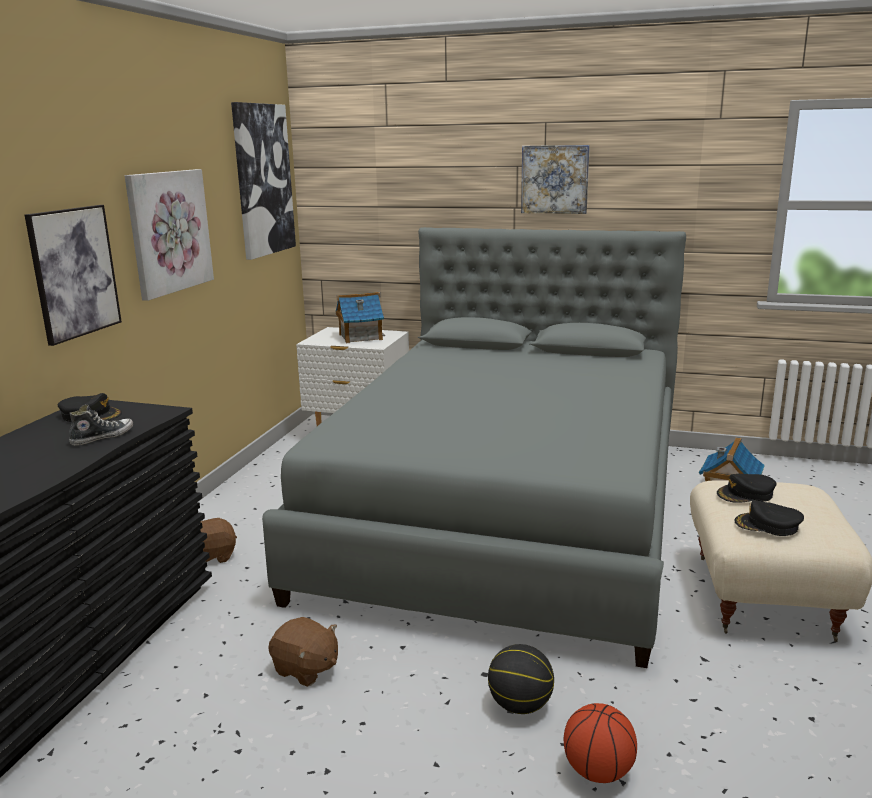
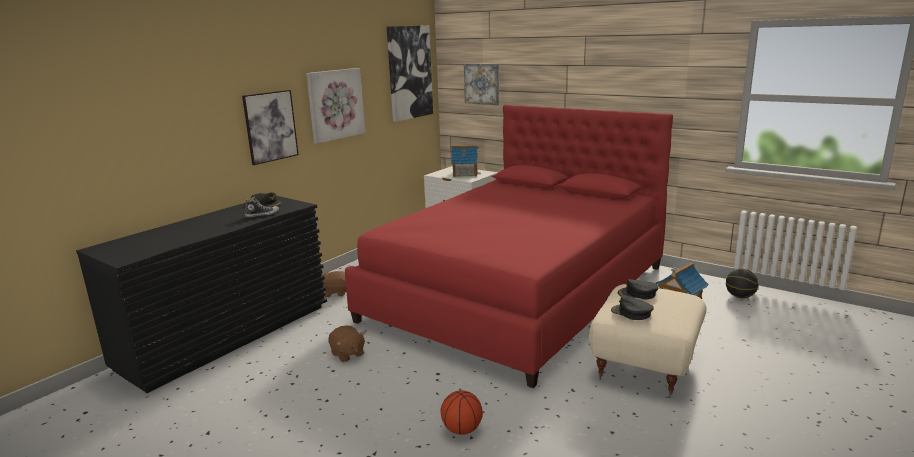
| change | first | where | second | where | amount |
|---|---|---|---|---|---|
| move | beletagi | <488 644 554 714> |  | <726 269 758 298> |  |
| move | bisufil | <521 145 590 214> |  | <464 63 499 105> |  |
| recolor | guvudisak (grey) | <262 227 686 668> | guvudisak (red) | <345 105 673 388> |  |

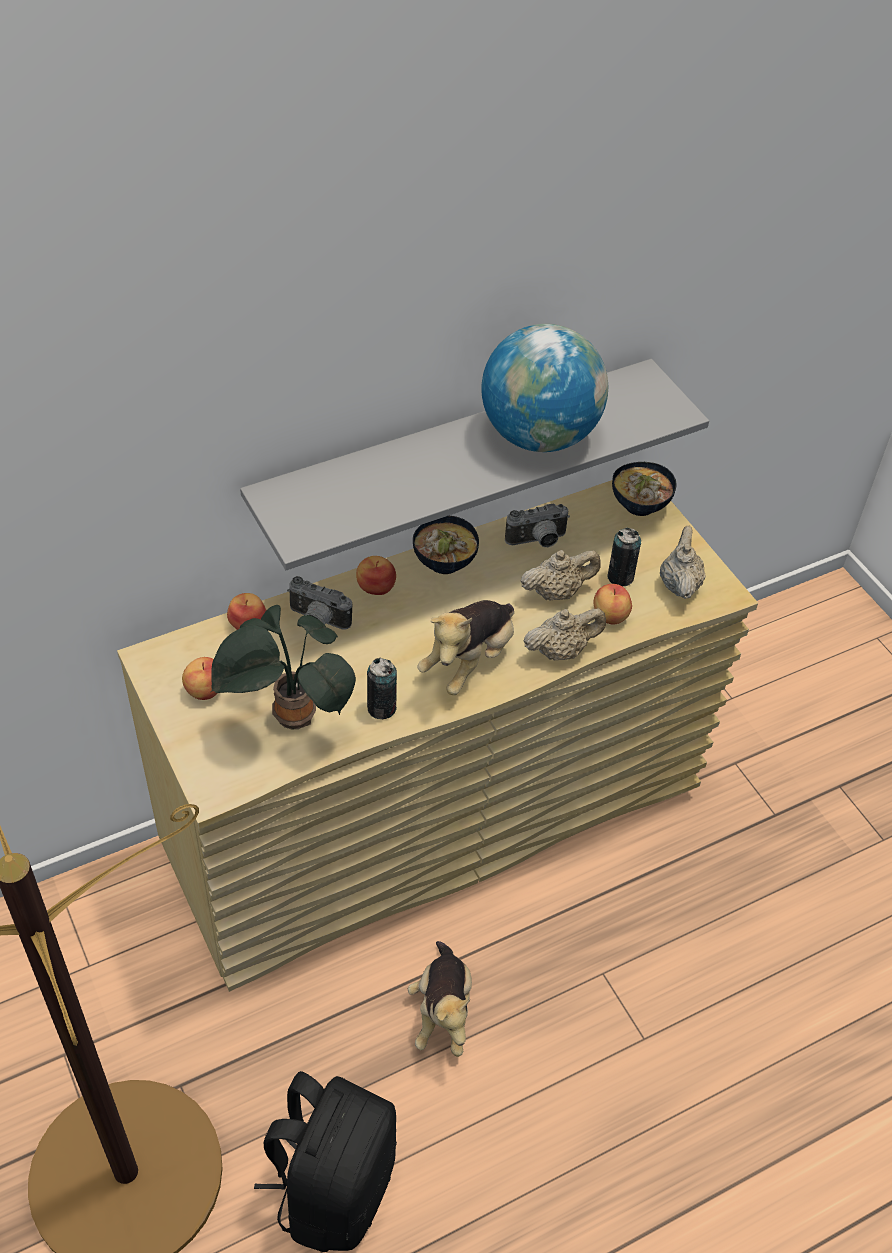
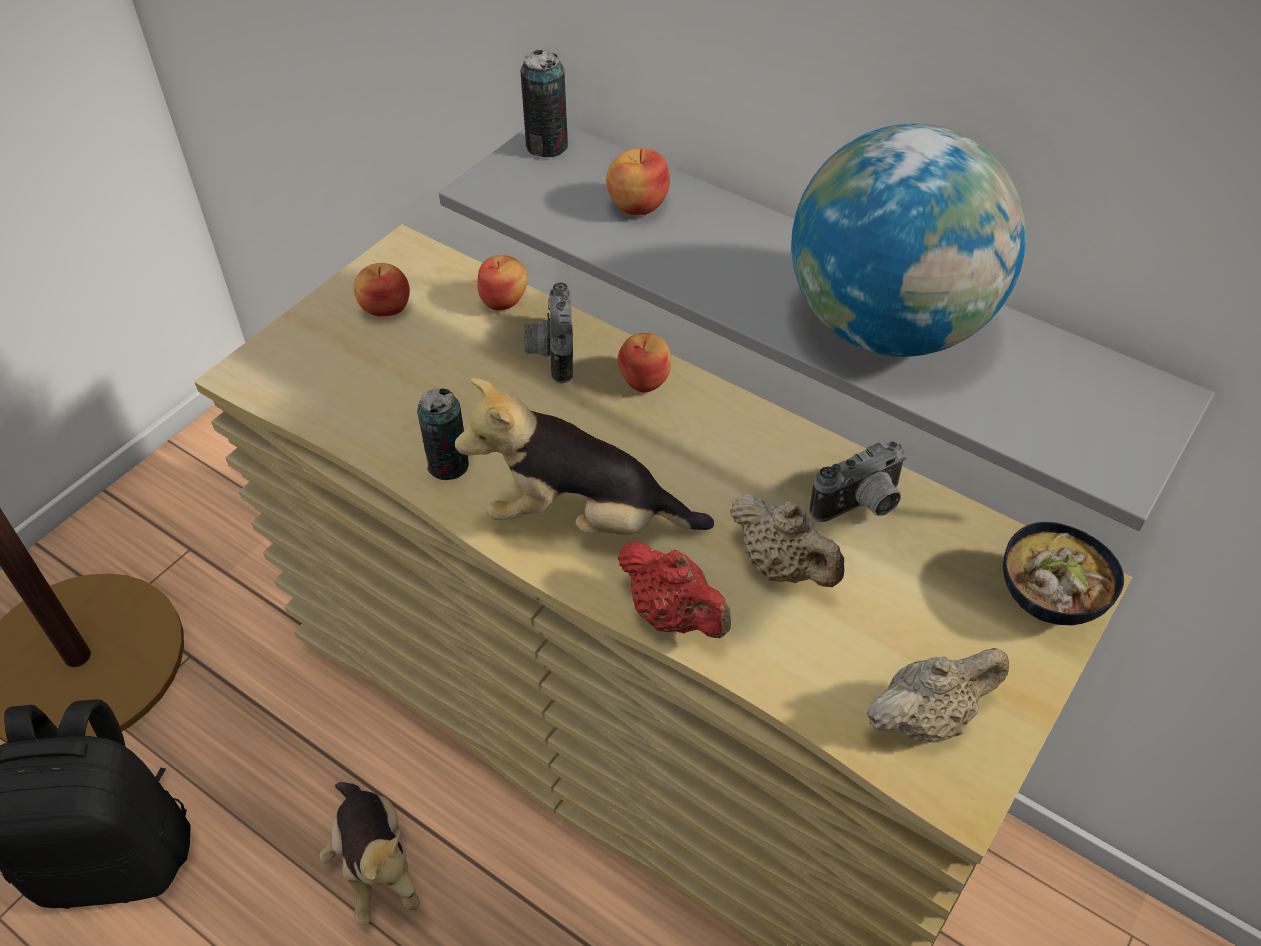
| change | first | where | second | where | amount |
|---|---|---|---|---|---|
| delete | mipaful | <210 605 356 730> |  |  |  |
| delete | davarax | <413 516 479 574> |  |  |  |
| move | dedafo | <594 584 632 624> |  | <606 148 670 215> |  |
| move | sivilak | <608 528 641 587> |  | <521 50 568 157> |  |
| recolor | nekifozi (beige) | <524 608 606 660> | nekifozi (red) | <618 541 731 638> |  |
| rotate | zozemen | <408 941 472 1057> |  | <320 782 420 926> | 90 degrees counterclockwise |
| rotate | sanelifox | <505 503 570 547> |  | <809 441 907 522> | 75 degrees counterclockwise |

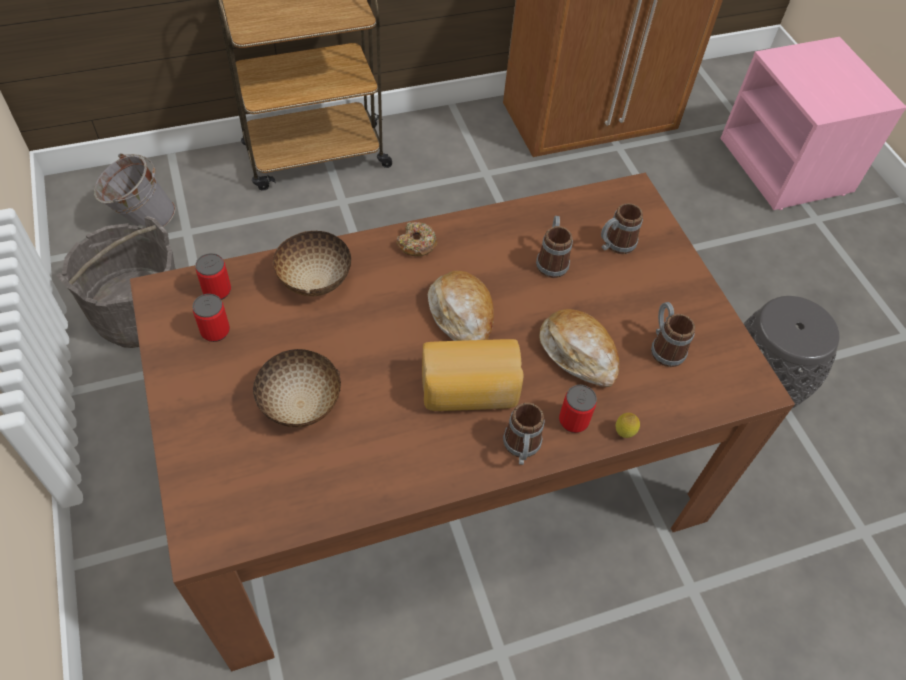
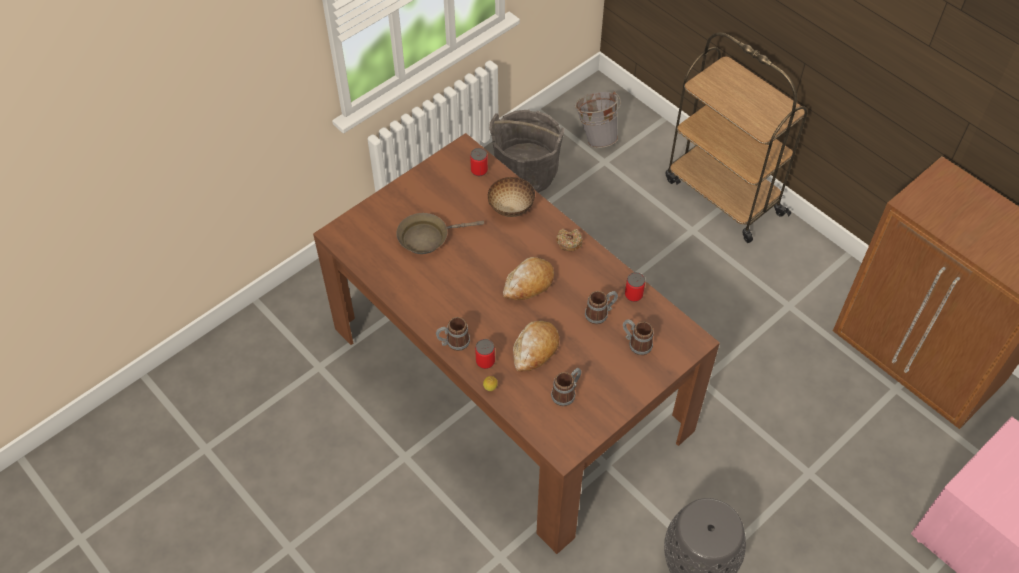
| change | first | where | second | where | amount |
|---|---|---|---|---|---|
| delete | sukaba | <422 339 523 411> |  |  |  |
| move | sivilak | <193 294 230 342> |  | <625 272 645 302> |  |
| replace | davarax | <253 349 341 427> | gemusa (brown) | <396 213 484 254> |  |

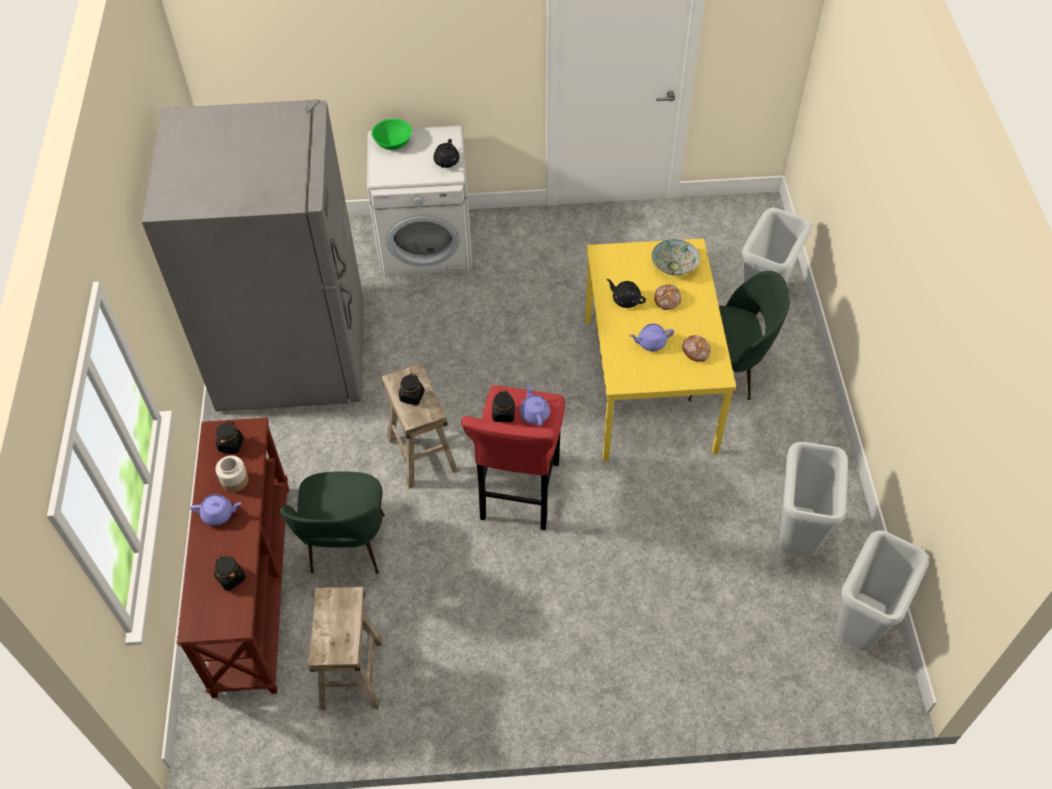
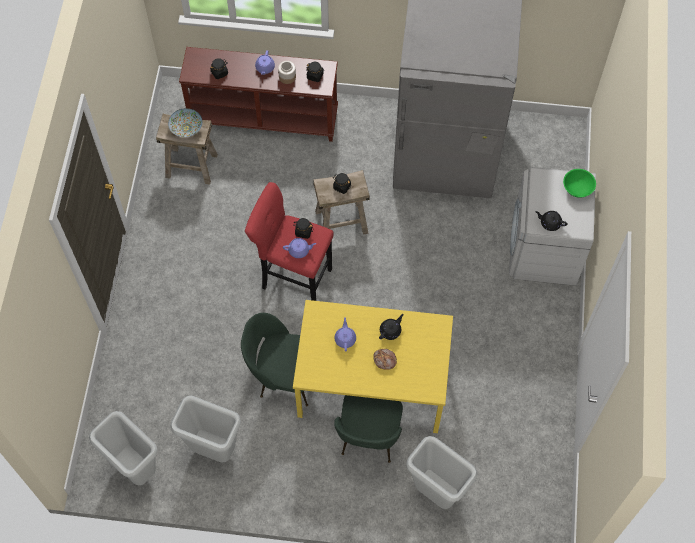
| change | first | where | second | where | amount |
|---|---|---|---|---|---|
| delete | sukaba | <682 335 711 362> |  |  |  |
| move | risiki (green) | <280 472 385 574> |  | <241 313 308 407> |  |
| move | davarax | <652 239 700 275> |  | <168 108 202 137> |  |

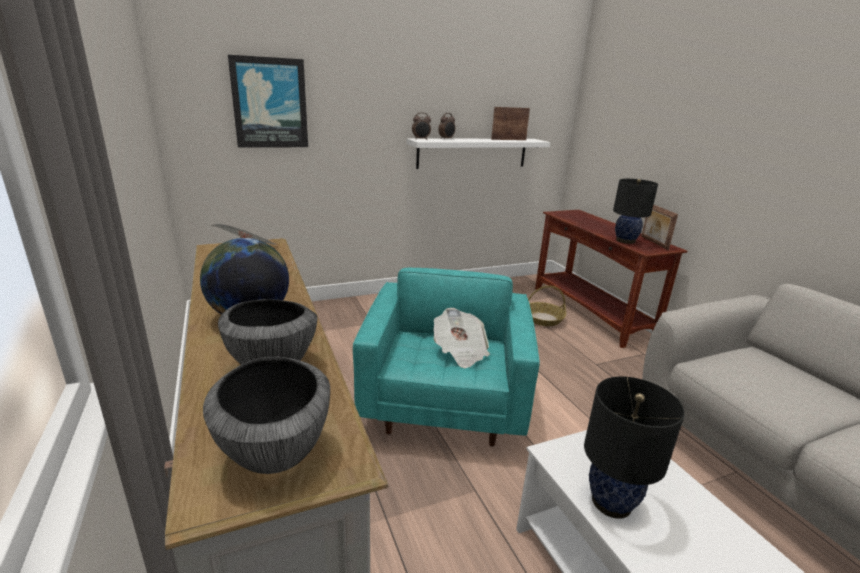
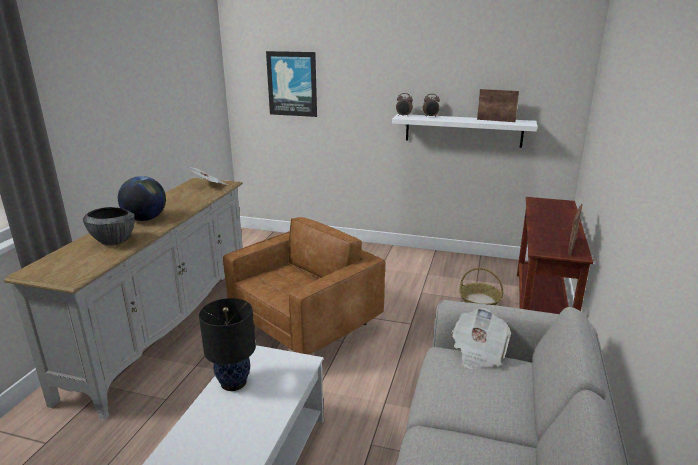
| change | first | where | second | where | amount |
|---|---|---|---|---|---|
| delete | davarax | <203 357 330 474> |  |  |  |
| delete | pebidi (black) | <613 179 658 244> |  |  |  |
| move | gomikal | <433 308 490 368> |  | <452 308 511 369> |  |
| recolor | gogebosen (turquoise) | <353 268 540 447> | gogebosen (brown) | <223 217 385 355> |  |

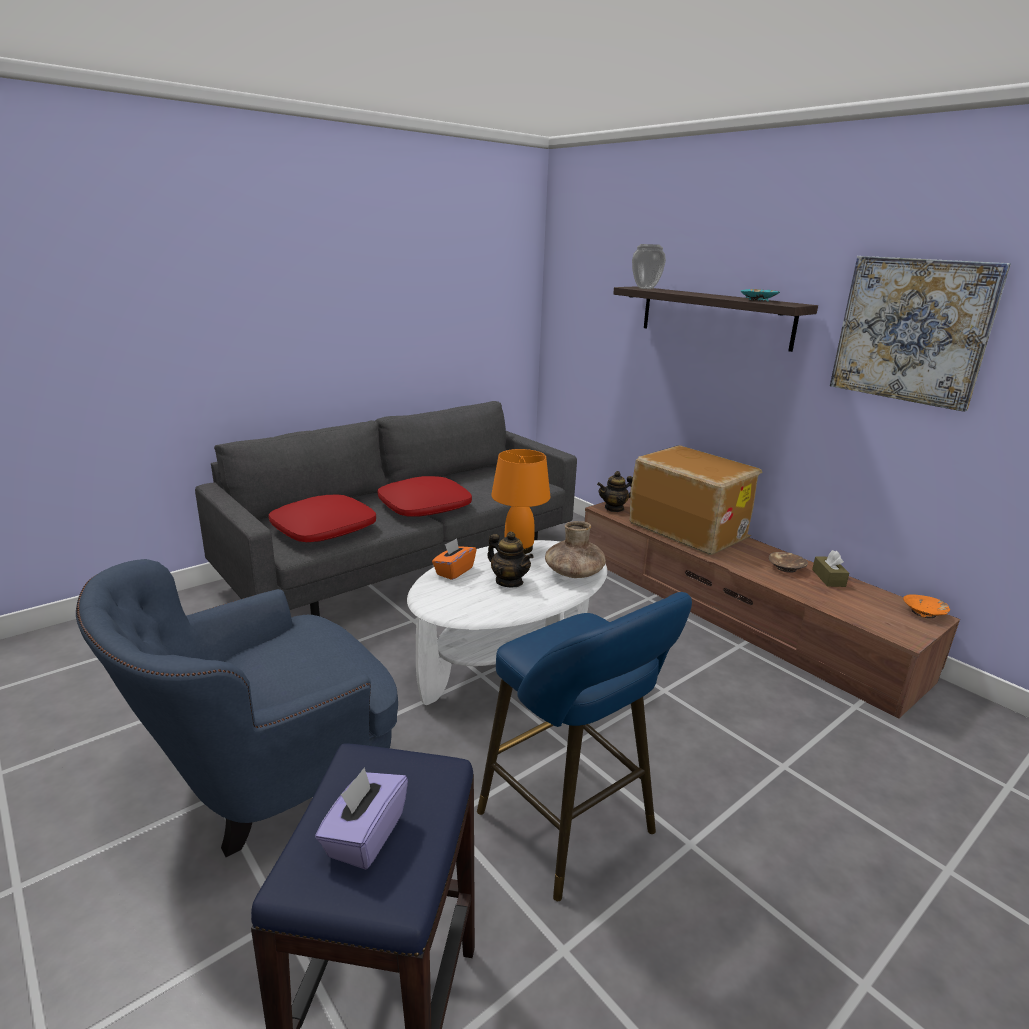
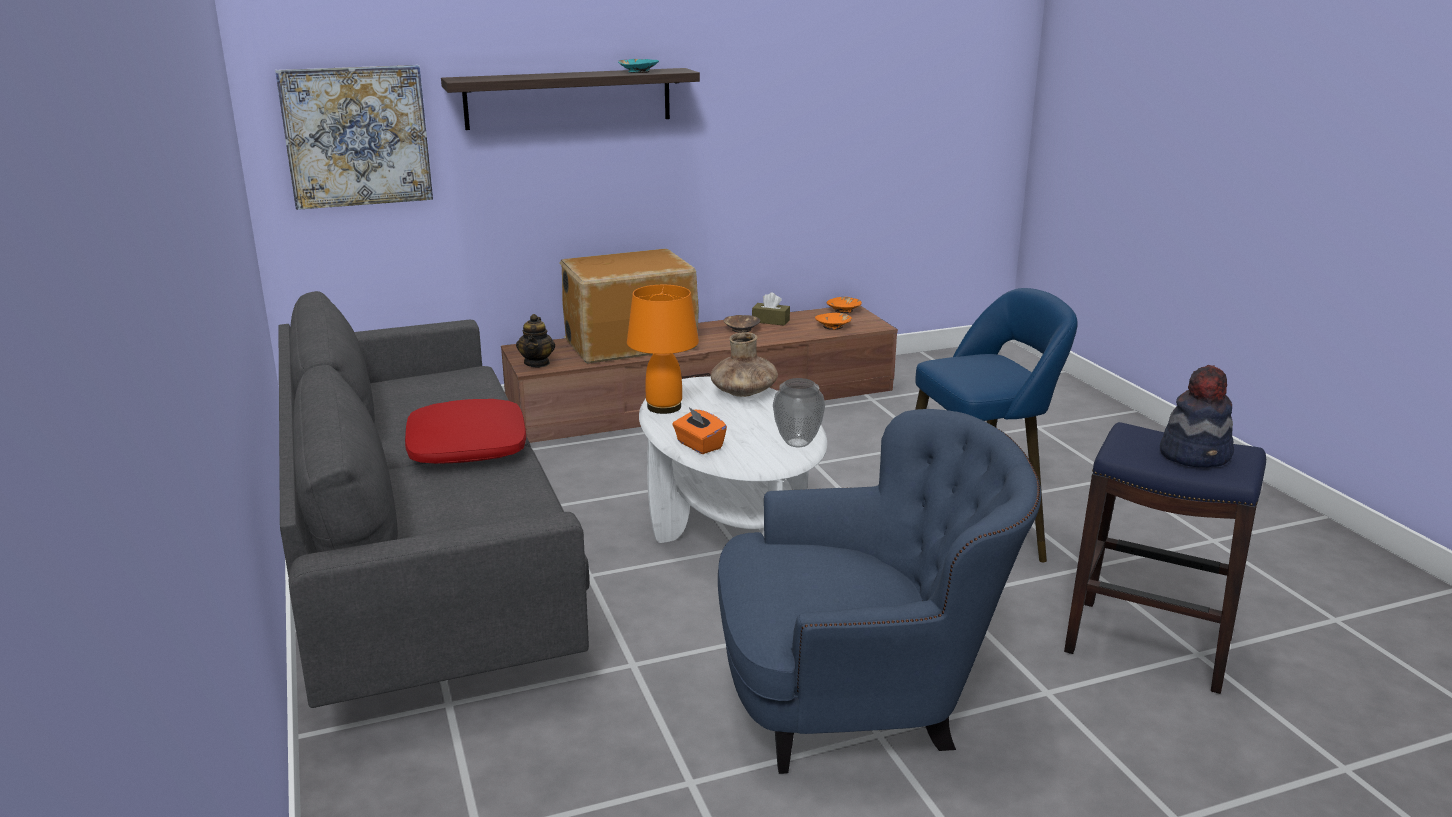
| change | first | where | second | where | amount |
|---|---|---|---|---|---|
| delete | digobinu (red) | <269 494 376 542> |  |  |  |
| delete | nekifozi | <487 531 534 587> |  |  |  |
| insert |  |  | davarax (orange) | <815 313 852 330> |  |
| move | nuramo | <632 244 666 289> |  | <773 378 825 447> |  |
| move | bisufil | <830 256 1011 412> |  | <275 65 433 210> |  |
| replace | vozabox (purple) | <315 767 408 870> | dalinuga | <1160 365 1234 467> |  |
| rotate | gogebosen (blue) | <76 559 398 857> |  | <718 409 1041 774> | 75 degrees counterclockwise |

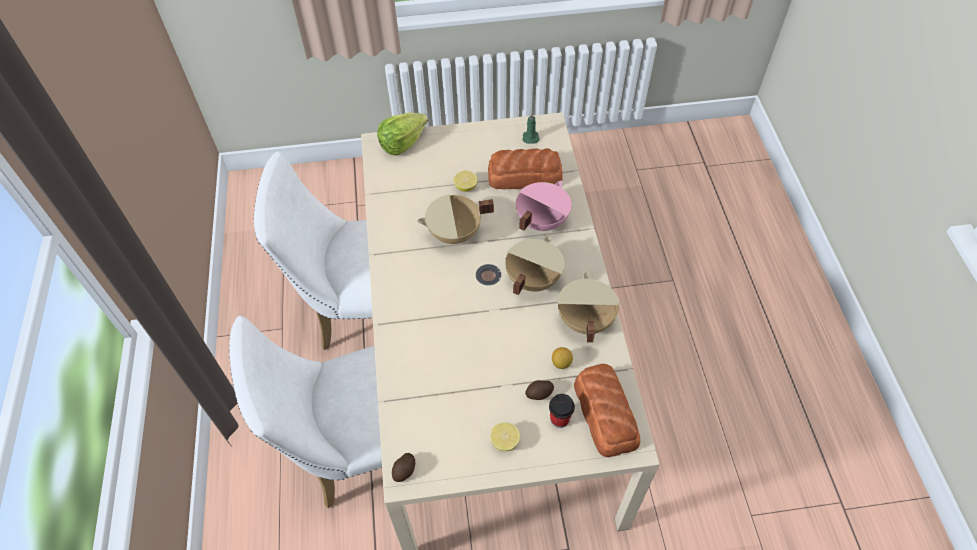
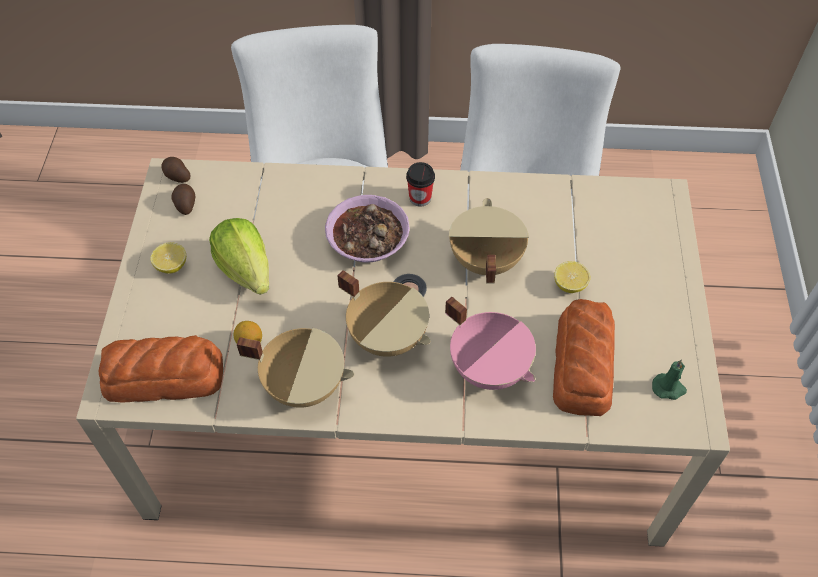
| change | first | where | second | where | amount |
|---|---|---|---|---|---|
| insert |  |  | davarax | <325 195 410 263> |  |
| move | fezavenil | <377 113 428 156> |  | <209 218 269 295> |  |
| move | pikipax | <525 380 554 400> |  | <171 184 195 215> |  |
| move | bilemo | <549 394 575 428> |  | <406 162 435 207> |  |

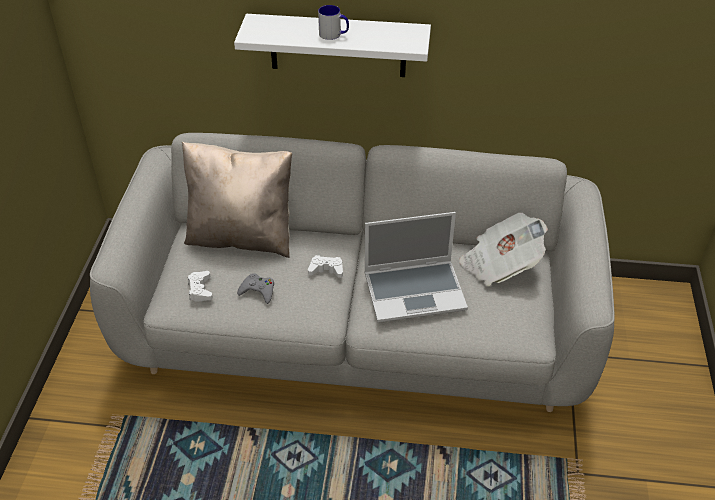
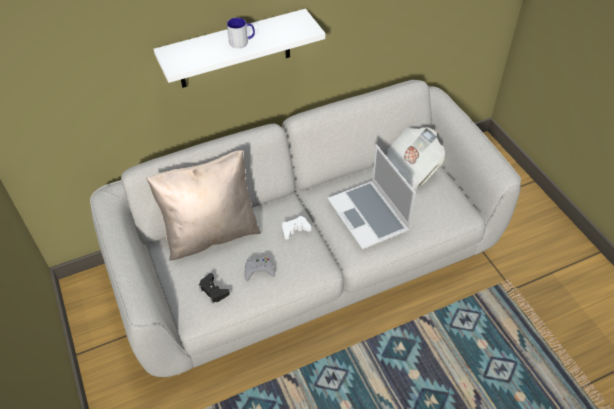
| change | first | where | second | where | amount |
|---|---|---|---|---|---|
| recolor | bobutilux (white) | <188 271 213 302> | bobutilux (black) | <199 273 230 303> |  |
| rotate | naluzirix | <364 212 468 323> |  | <327 144 416 250> | 105 degrees clockwise |

